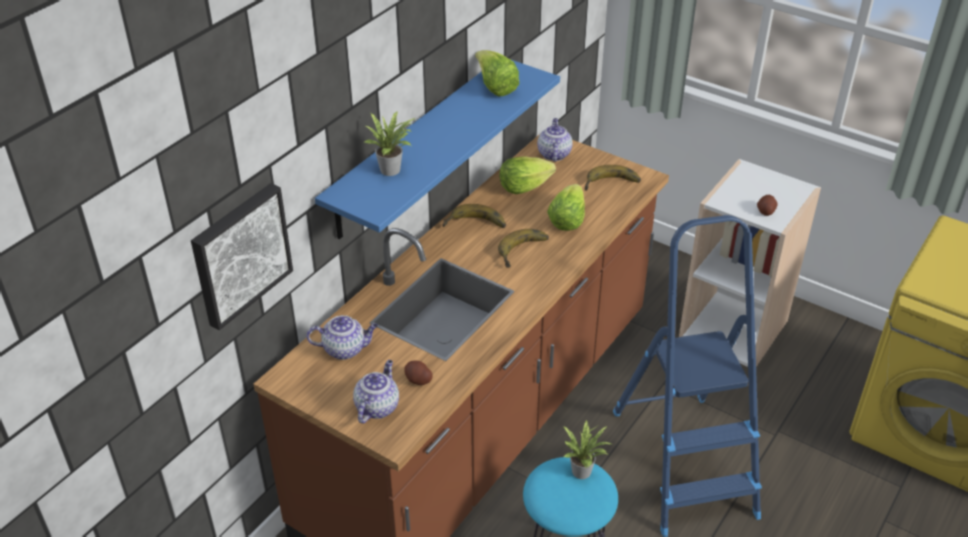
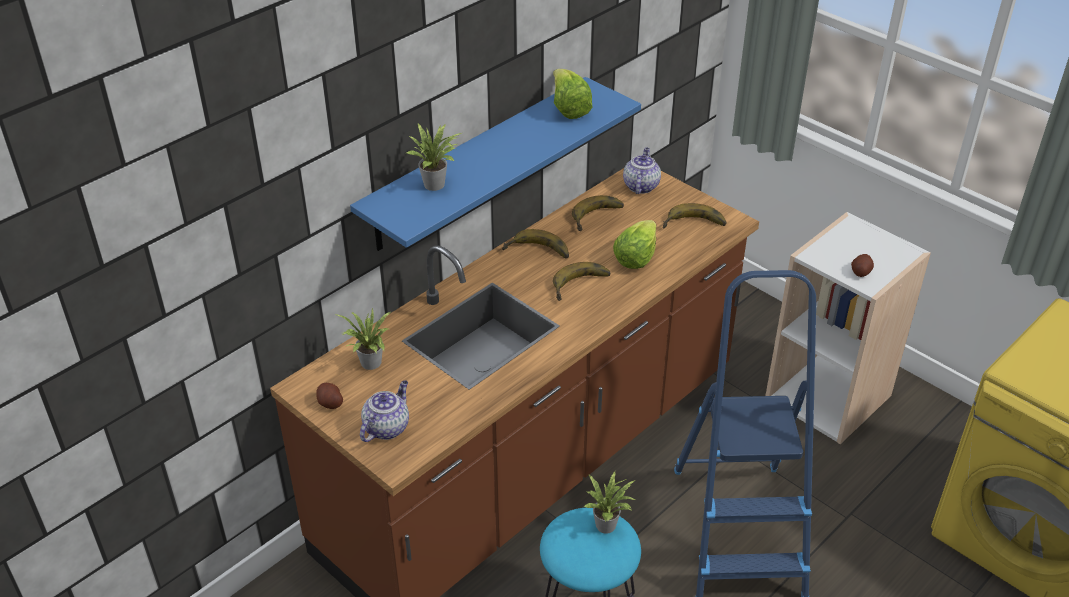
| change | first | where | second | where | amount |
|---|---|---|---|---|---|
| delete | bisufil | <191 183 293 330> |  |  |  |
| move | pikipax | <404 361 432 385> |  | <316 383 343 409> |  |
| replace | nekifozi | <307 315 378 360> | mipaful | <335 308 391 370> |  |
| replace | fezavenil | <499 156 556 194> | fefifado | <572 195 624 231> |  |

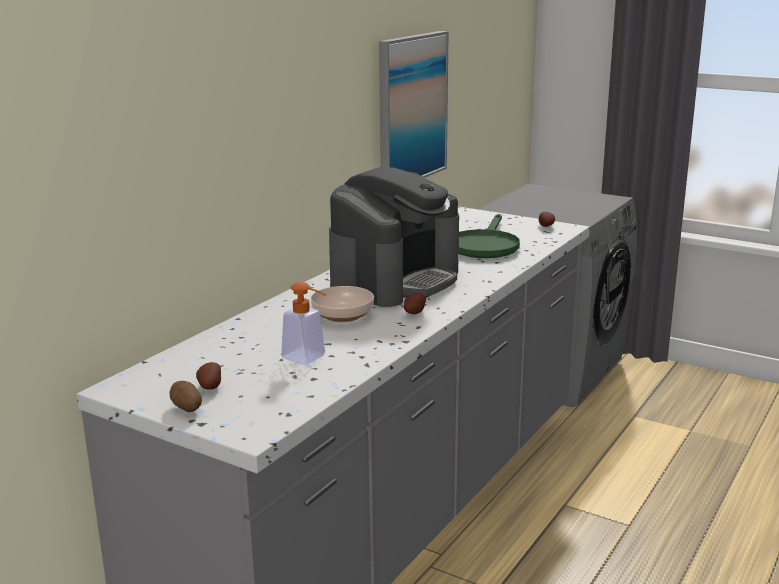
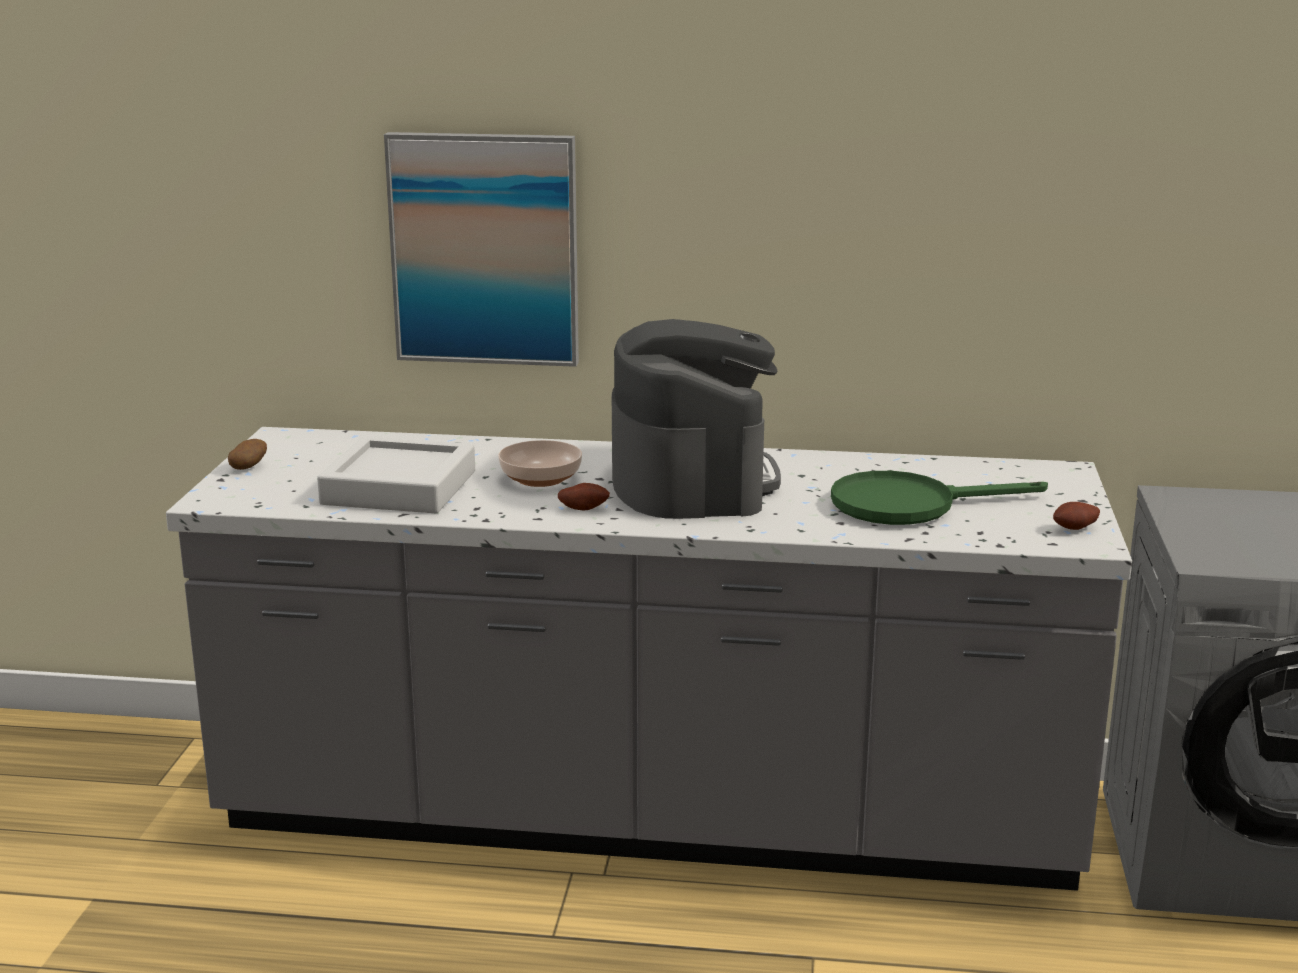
| change | first | where | second | where | amount |
|---|---|---|---|---|---|
| delete | pikipax | <196 362 221 390> |  |  |  |
| move | bisufil | <379 31 449 178> |  | <384 132 579 367> |  |
| replace | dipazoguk | <281 282 326 365> | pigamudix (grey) | <317 437 475 513> |  |
| rotate | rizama | <329 167 459 307> |  | <612 319 781 519> | 105 degrees counterclockwise |

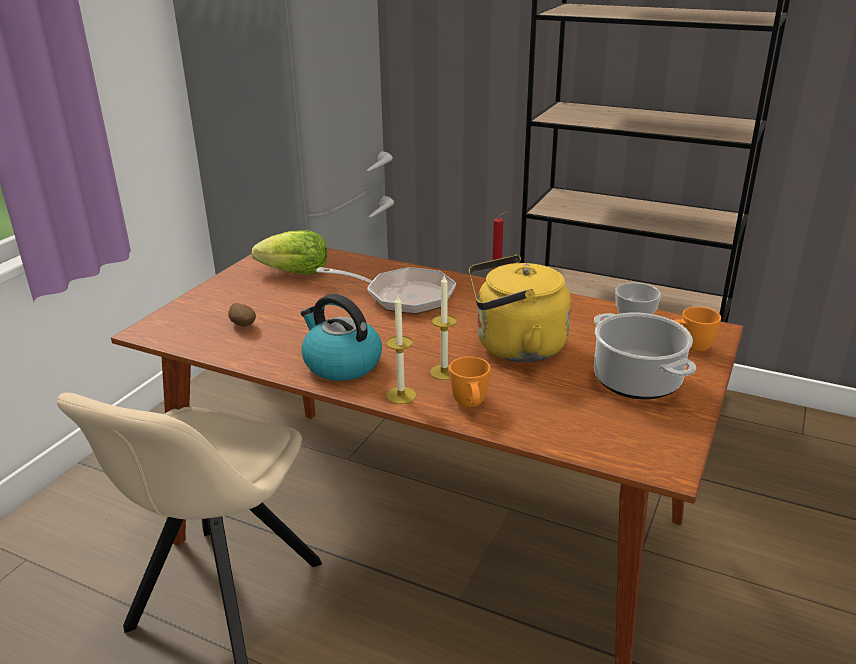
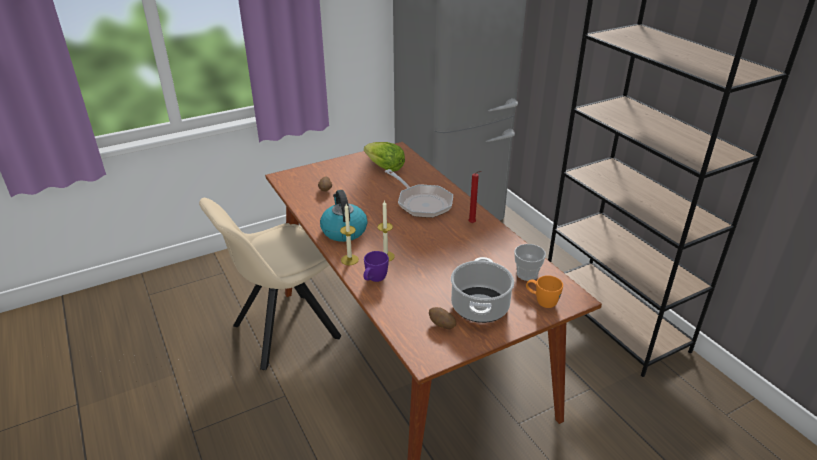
| change | first | where | second | where | amount |
|---|---|---|---|---|---|
| delete | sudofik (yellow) | <469 255 571 362> |  |  |  |
| insert |  |  | pikipax | <429 307 456 330> |  |
| recolor | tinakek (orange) | <449 357 490 407> | tinakek (purple) | <363 251 389 282> |  |

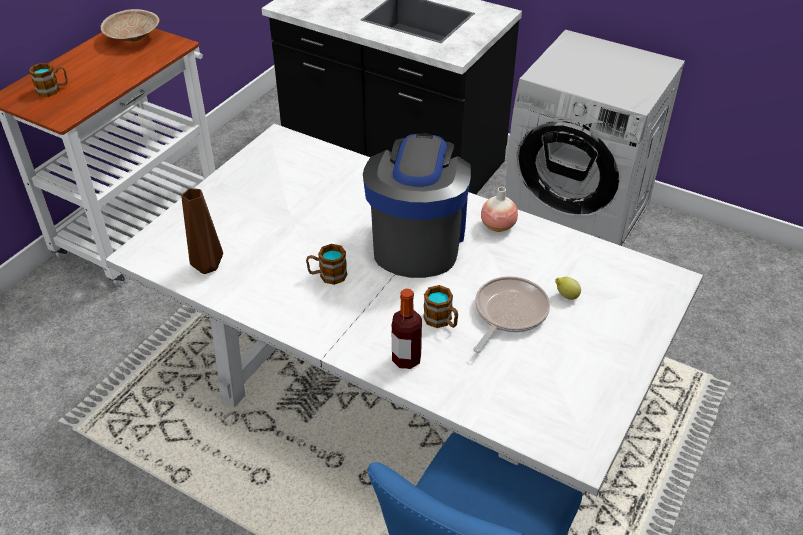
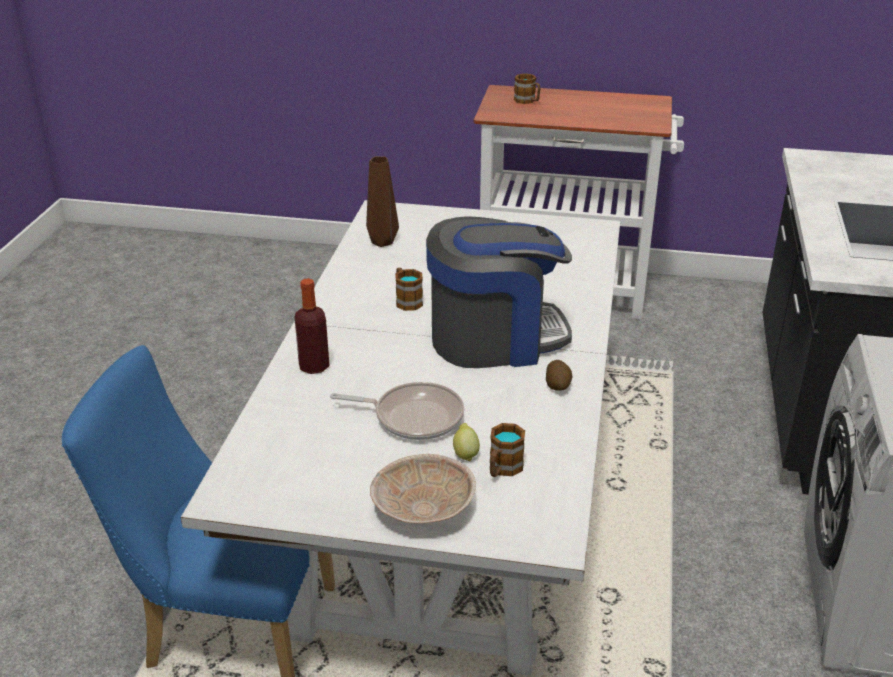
| change | first | where | second | where | amount |
|---|---|---|---|---|---|
| move | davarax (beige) | <101 9 160 42> |  | <370 454 476 523> |  |
| move | tinakek | <423 285 458 328> |  | <490 423 525 477> |  |
| replace | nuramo | <481 187 518 232> | pikipax | <546 360 573 391> |  |

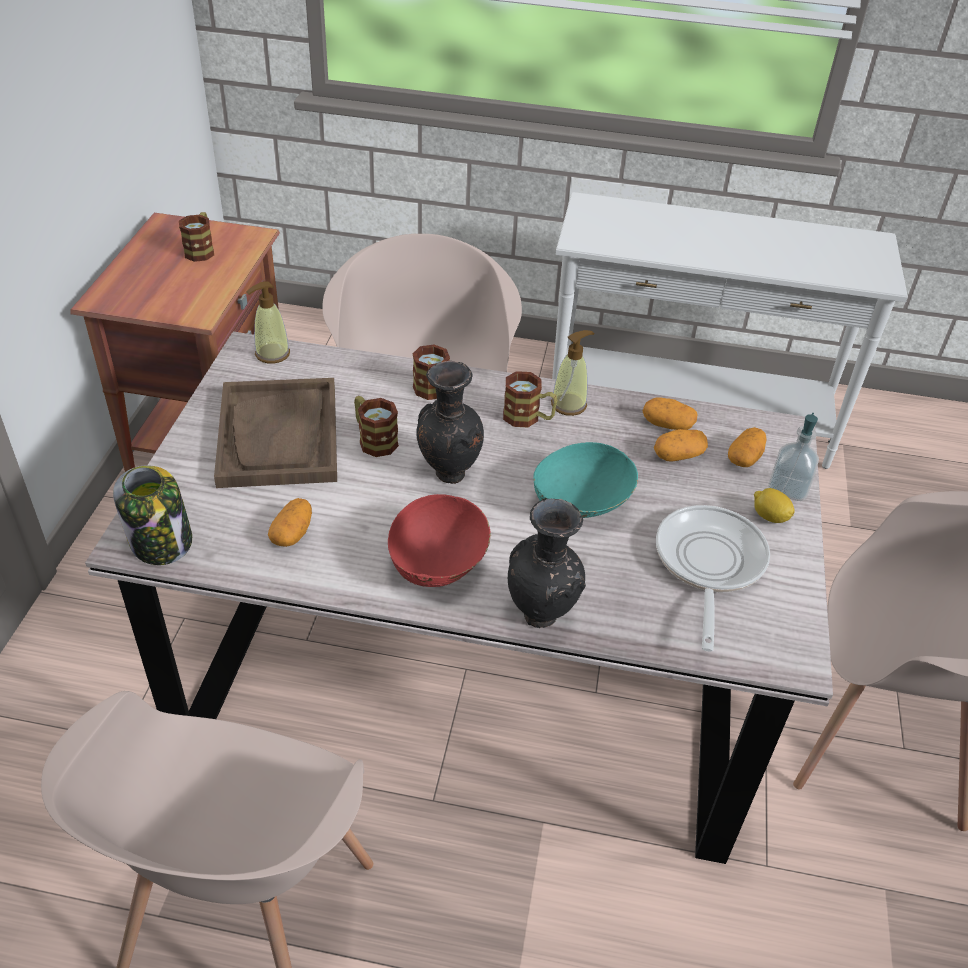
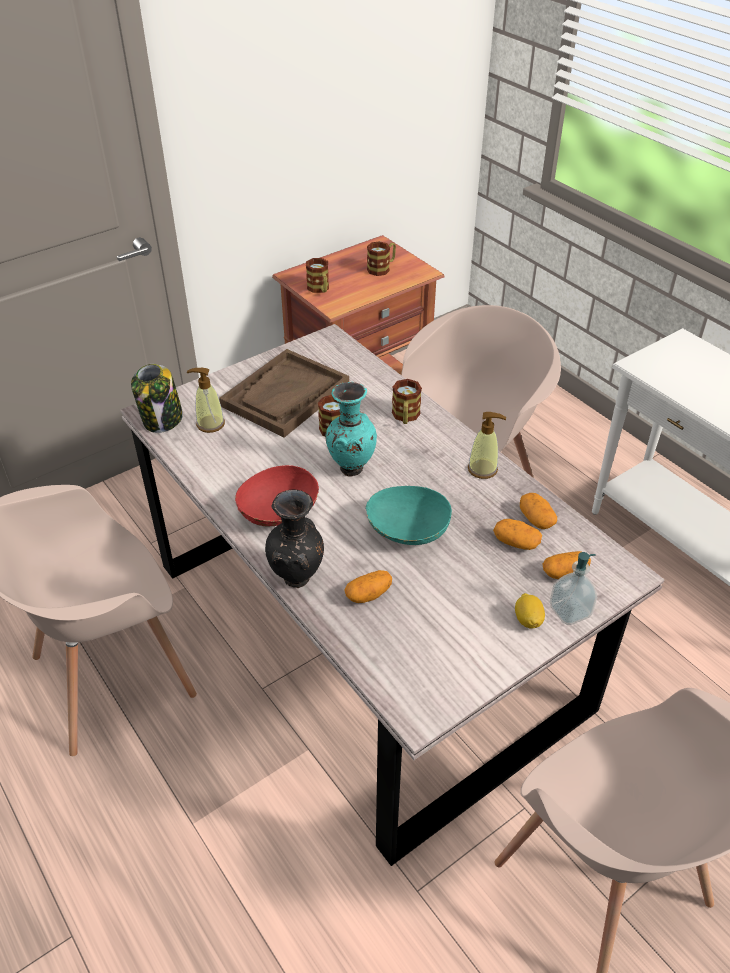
| change | first | where | second | where | amount |
|---|---|---|---|---|---|
| delete | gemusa | <656 505 770 652> |  |  |  |
| move | dipazoguk | <247 281 290 364> |  | <187 368 225 433> |  |
| move | pikipax | <268 498 312 547> |  | <345 570 392 603> |  |
| move | tinakek | <503 371 557 427> |  | <306 258 329 293> |  |
| recolor | nuramo (black) | <416 361 484 484> | nuramo (turquoise) | <325 382 377 477> |  |

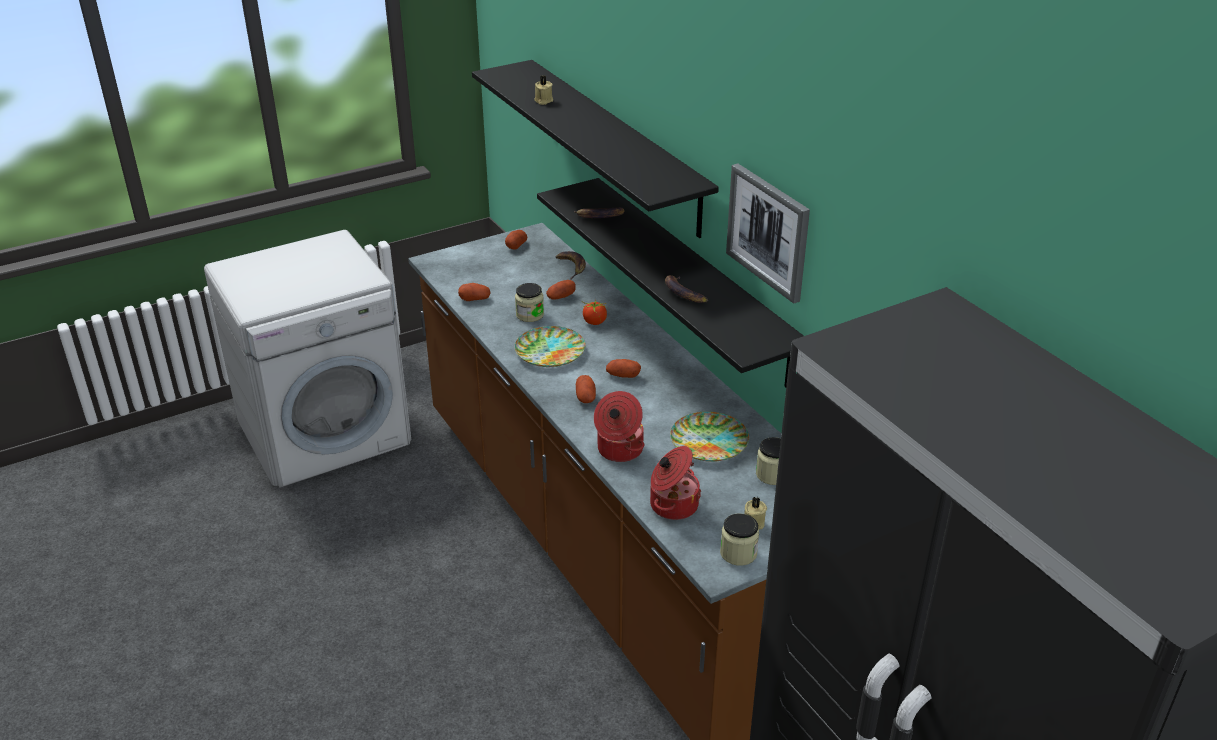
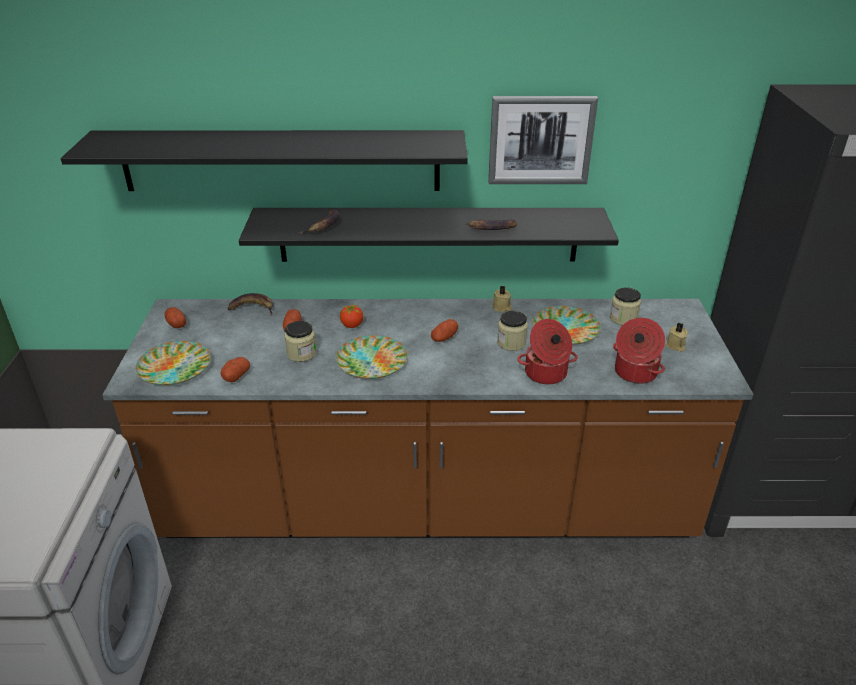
| change | first | where | second | where | amount |
|---|---|---|---|---|---|
| delete | pikipax | <576 375 596 403> |  |  |  |
| insert |  |  | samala | <135 341 211 385> |  |
| move | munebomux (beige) | <534 75 553 105> |  | <493 286 512 312> |  |
| move | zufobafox | <720 514 759 566> |  | <497 311 528 351> |  |

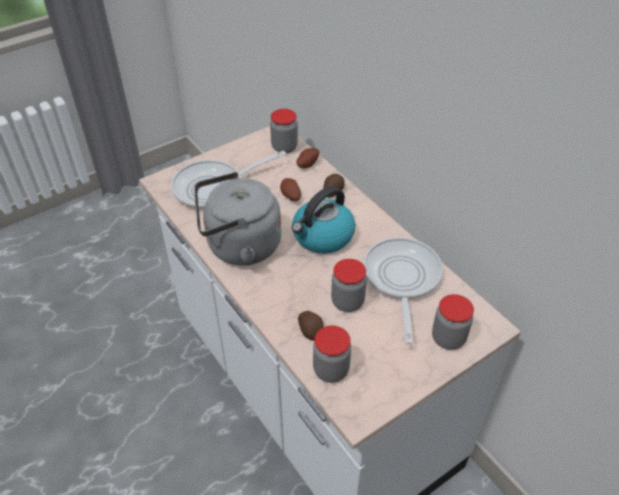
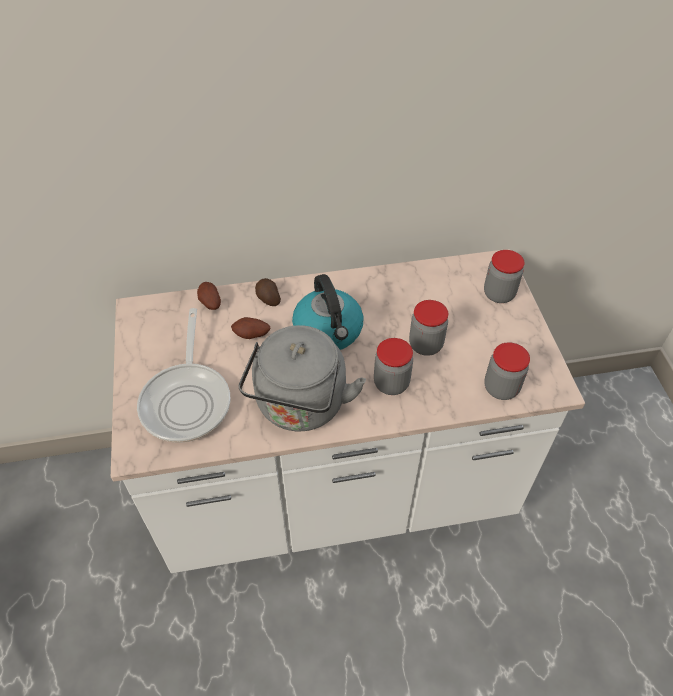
| change | first | where | second | where | amount |
|---|---|---|---|---|---|
| delete | pikipax | <298 311 324 341> |  |  |  |
| delete | gemusa | <363 237 443 344> |  |  |  |
| move | zufobafox | <270 109 298 153> |  | <374 338 413 395> |  |

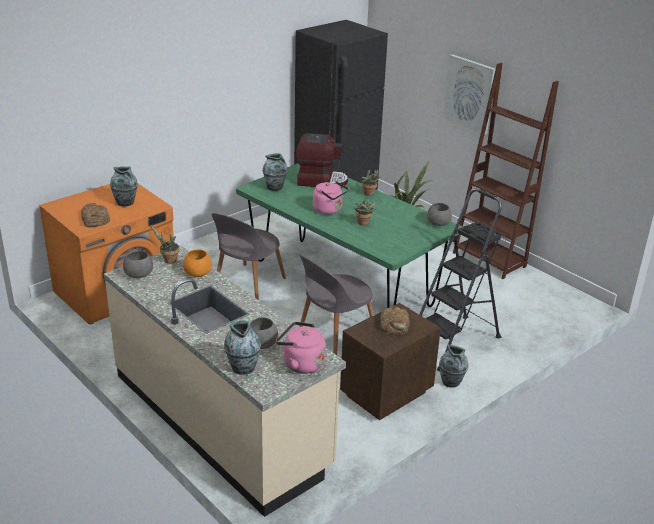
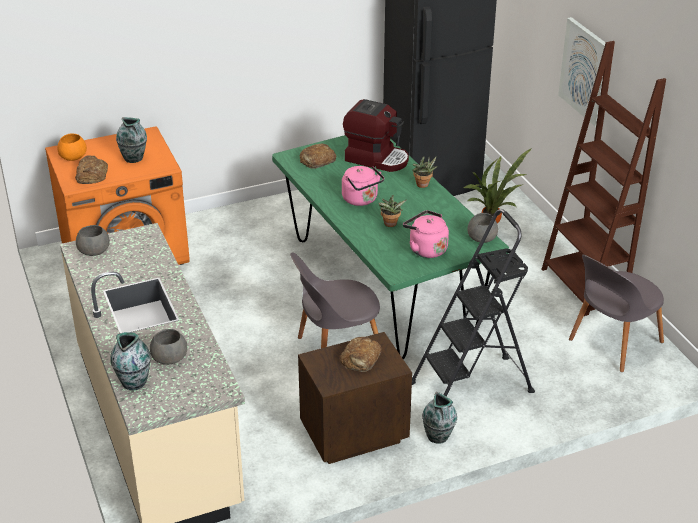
| change | first | where | second | where | amount |
|---|---|---|---|---|---|
| delete | mipaful | <151 225 179 264> |  |  |  |
| move | davarax (orange) | <183 249 212 277> |  | <57 133 87 161> |  |
| move | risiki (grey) | <212 213 286 300> |  | <569 255 664 372> |  |
| move | sudofik (pink) | <276 322 326 374> |  | <403 210 449 258> |  |
| replace | nuramo | <263 153 288 191> | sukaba | <300 144 336 169> |  |

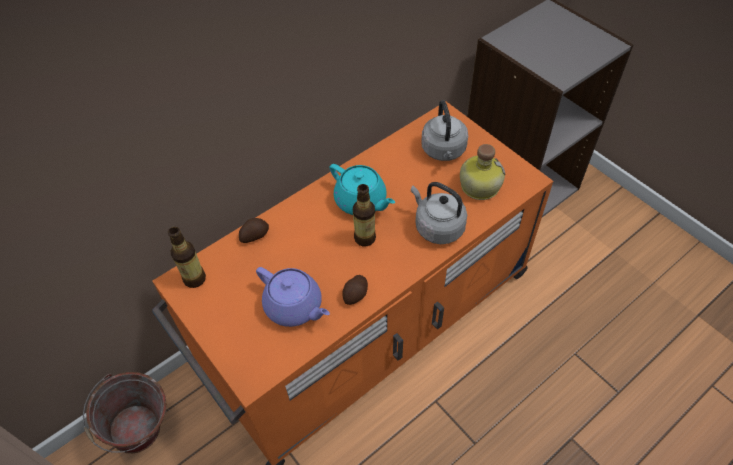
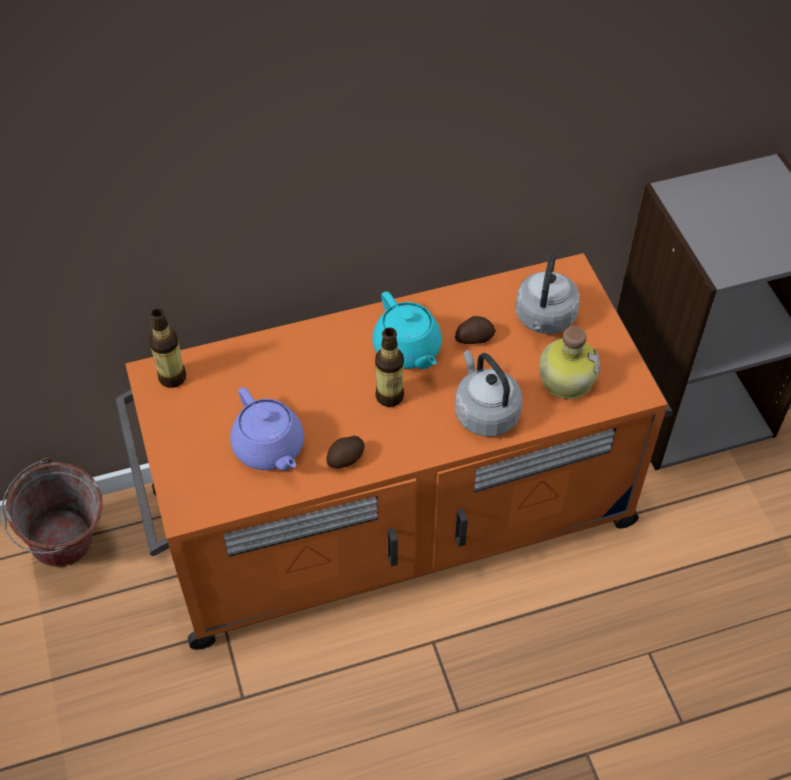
| change | first | where | second | where | amount |
|---|---|---|---|---|---|
| move | pikipax | <239 218 269 243> |  | <455 316 496 344> |  |

